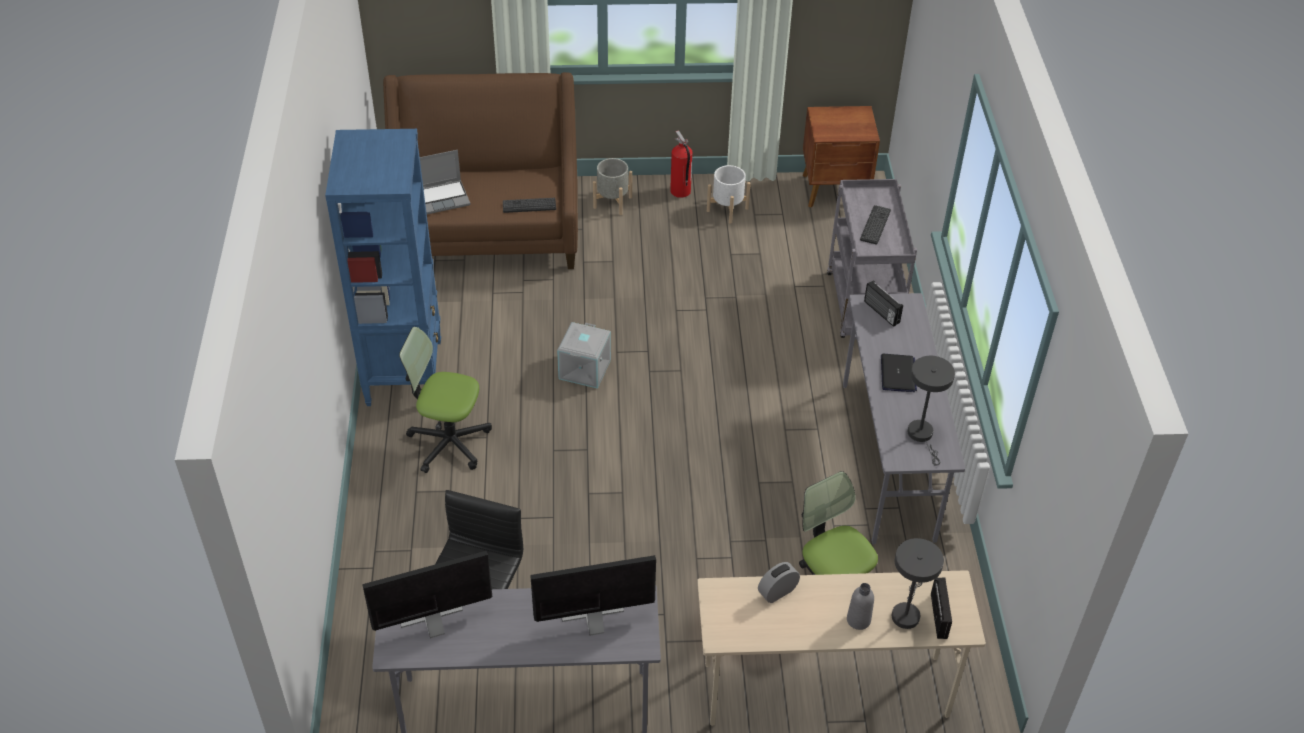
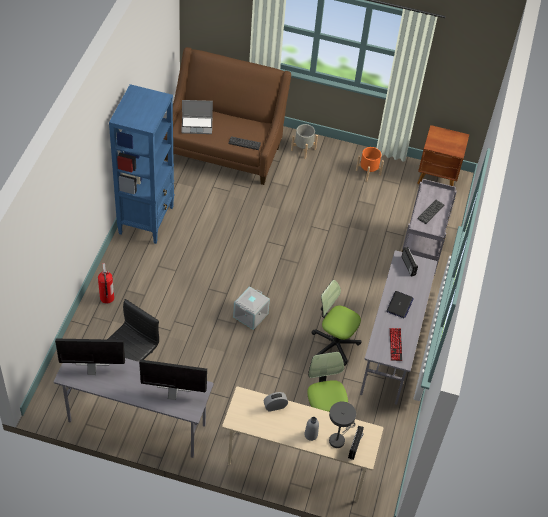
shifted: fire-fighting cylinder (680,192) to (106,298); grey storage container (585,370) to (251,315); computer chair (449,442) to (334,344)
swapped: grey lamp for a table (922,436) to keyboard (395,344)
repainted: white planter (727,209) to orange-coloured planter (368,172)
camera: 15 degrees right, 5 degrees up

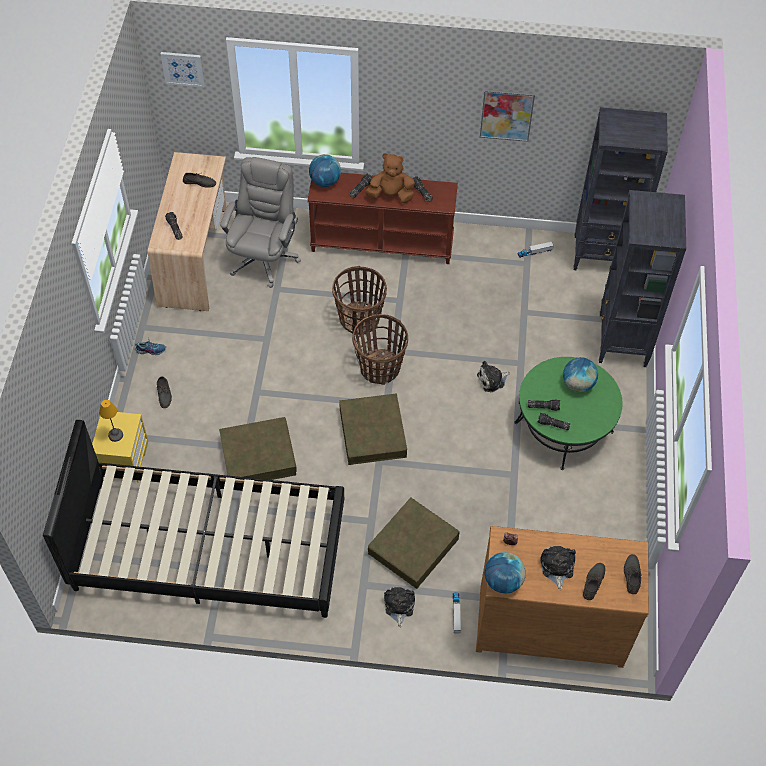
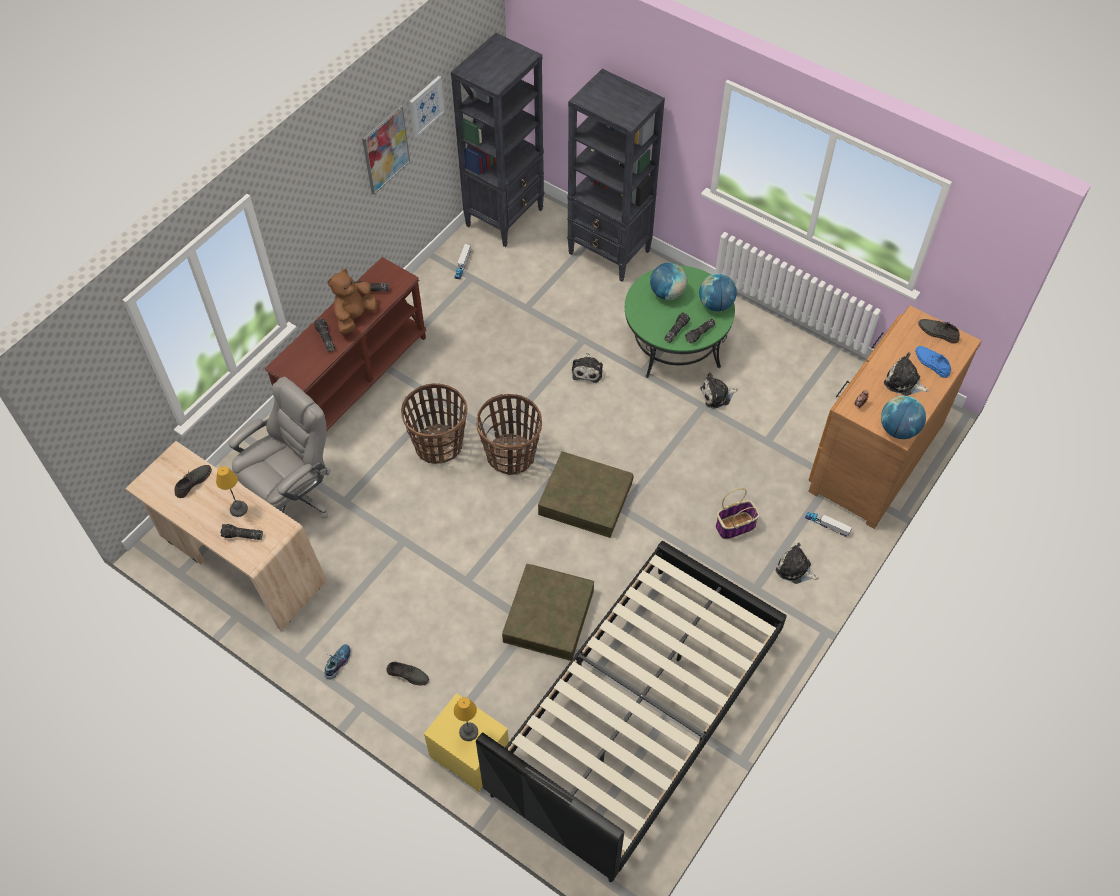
new: soft toy (717,395); lamp for a table (238,509)
shifted: picture (183,68) to (426,106); world globe (325,181) to (716,304)
swapped: brownish storage container (413,546) to household basket (735,525)
repainted: grey shoe (593,582) to blue-coloured shoe (931,363)
rotated: grey computer chair (264,257) = (293,494) 90 degrees clockwise
camera: 60 degrees left, 0 degrees up

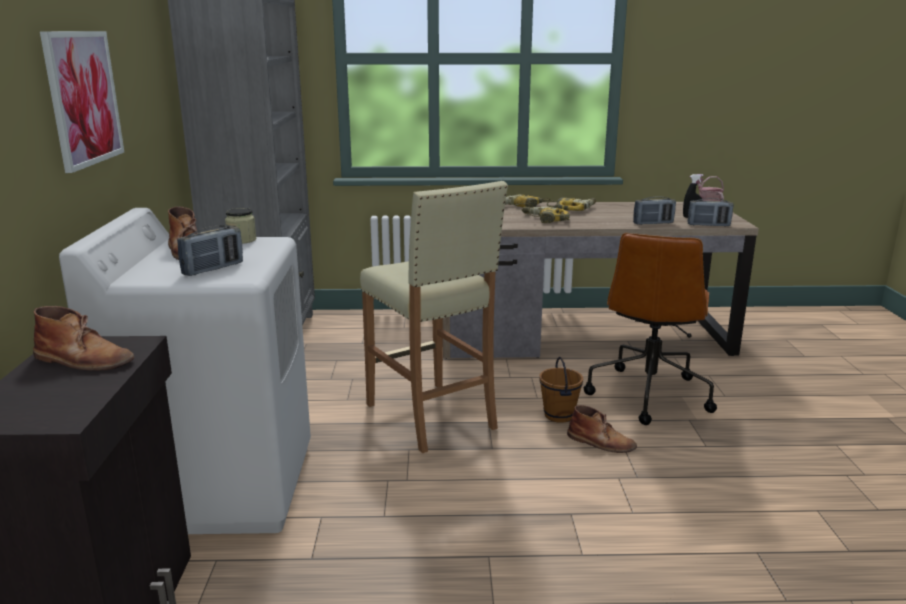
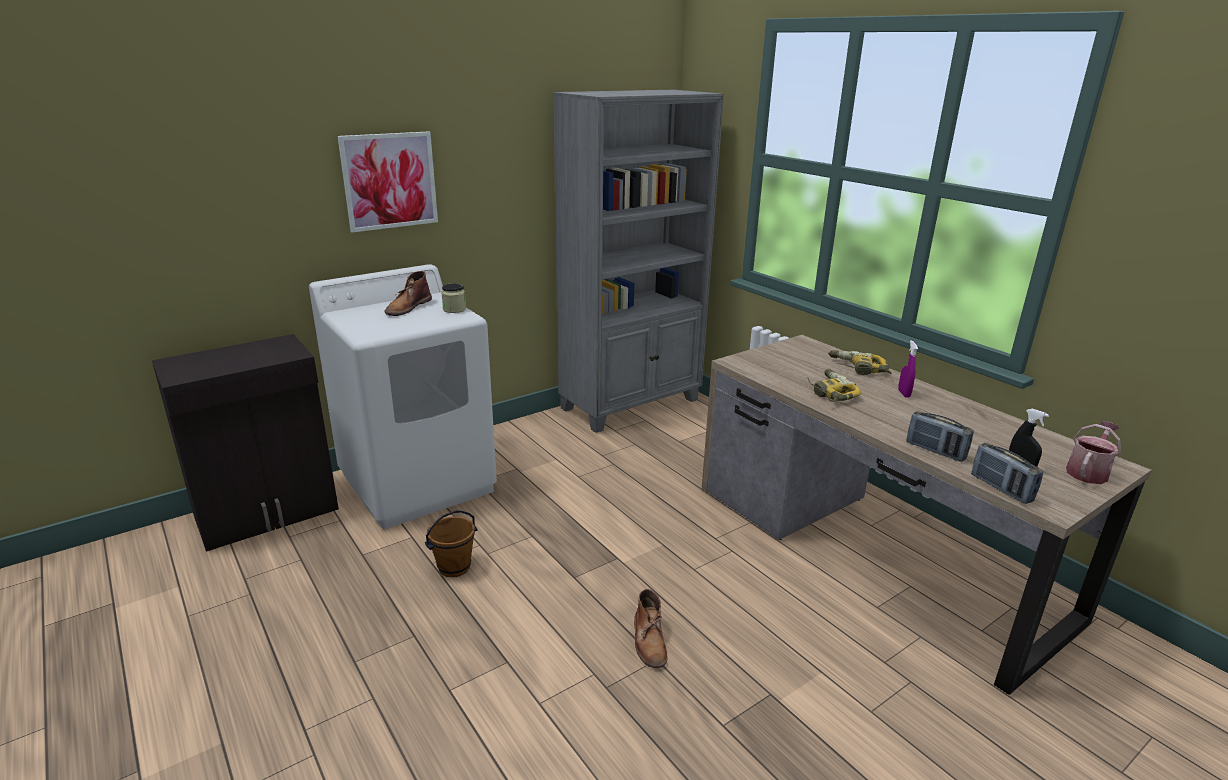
gone: beige-coloured stool (431,417); radio receiver (213,269); brownish computer chair (648,394); brownish high-top boot (84,360)
shifted: brownish bucket (559,415) to (454,568)
swapped: power drill (572,209) to purple-coloured spray bottle (904,393)
camera: 55 degrees right, 5 degrees up

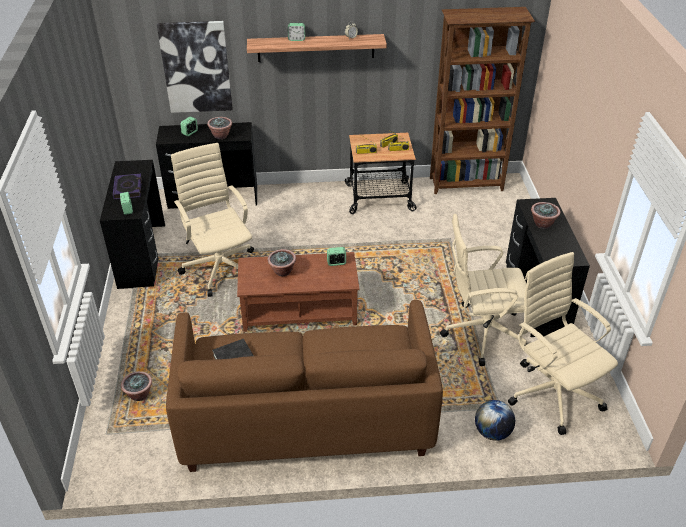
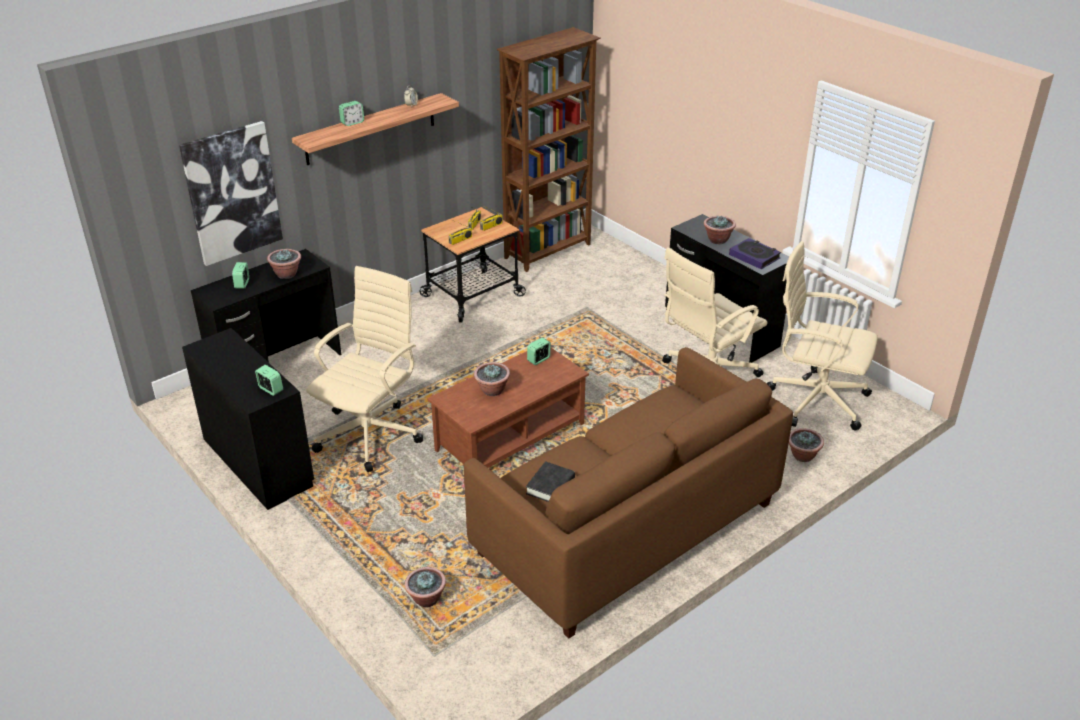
shifted: bound book (128,189) to (754,256)
swapped: world globe (492,432) to plant in a pot (802,456)
rotated: beige-coloured computer chair (220,267) = (371,433) 90 degrees clockwise
camera: 35 degrees left, 5 degrees down

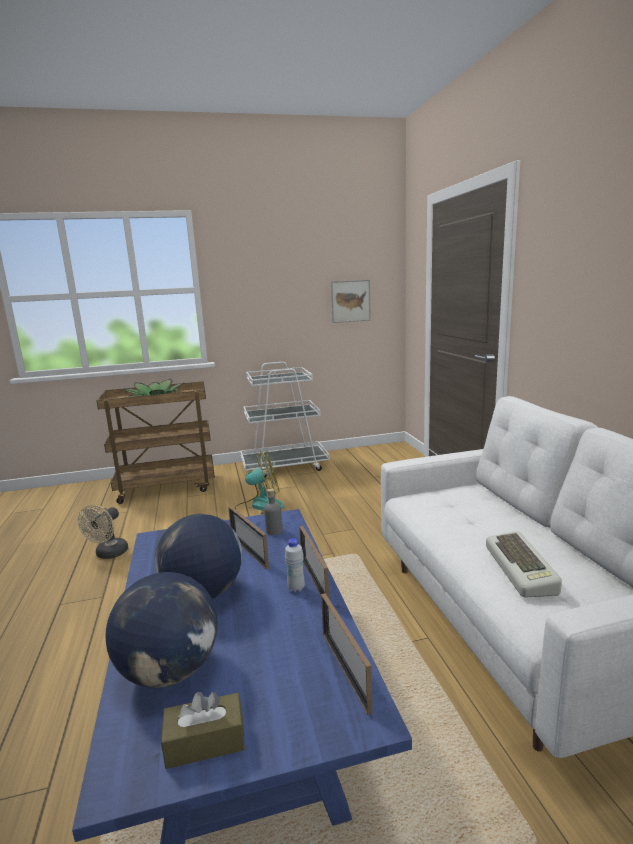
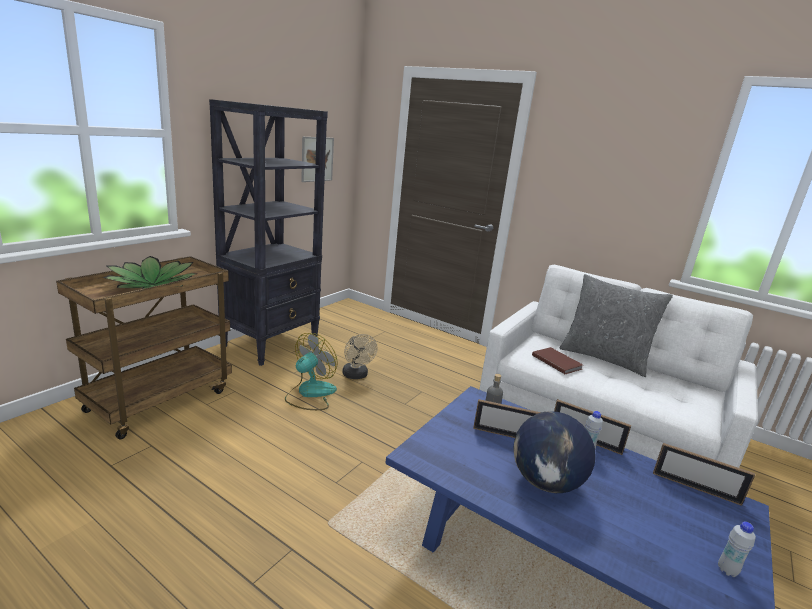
gone: keyboard (522,570); world globe (170,671)
new: grey throw pillow (604,358); brownish bound book (556,362)
shifted: beige-coloured cooling fan (109,554) to (356,376)
swapped: white cart (285,466) to black bookcase (271,343); brownish tissue box (205,742) to white beverage bottle (727,570)
camera: 45 degrees left, 5 degrees up

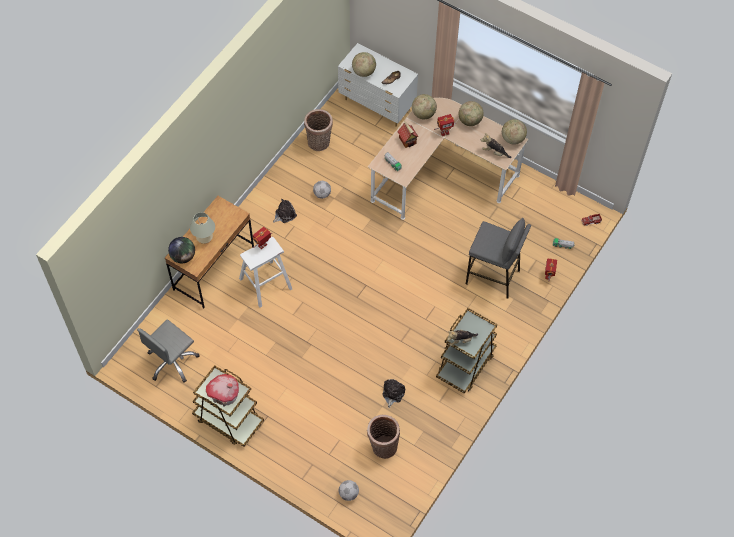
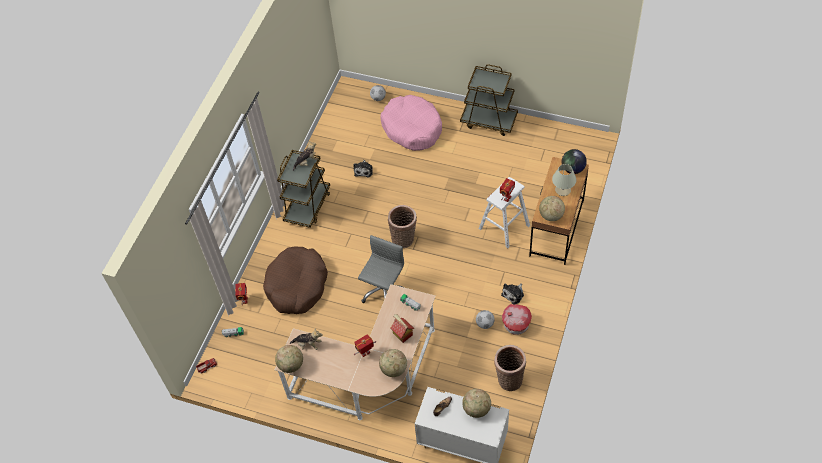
new: pink dog bed (412,128)
shifted: world globe (470,121) to (551,216); grey computer chair (172,362) to (384,291); model house (224,395) to (516,325); household basket (382,447) to (404,239)
swapped: grey stool (493,277) to brownish dog bed (297,286)
camera: 170 degrees right, 5 degrees down

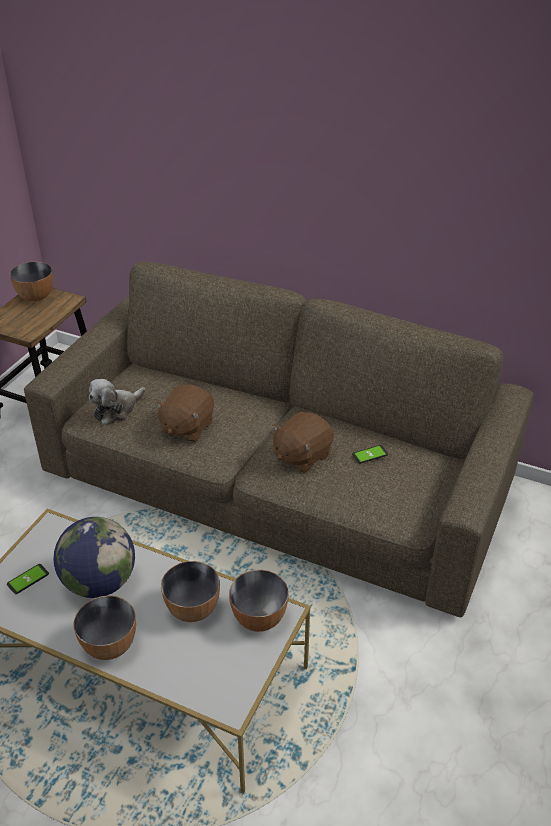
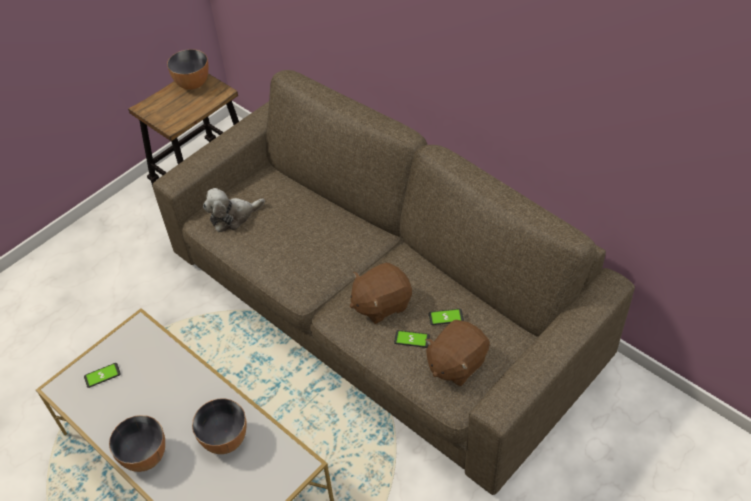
gone: world globe (99,582); serving bowl (259,619)
new: telephone (412,339)
shifted: brownish soft toy (187,427) to (456,363)
camera: 20 degrees right, 10 degrees up

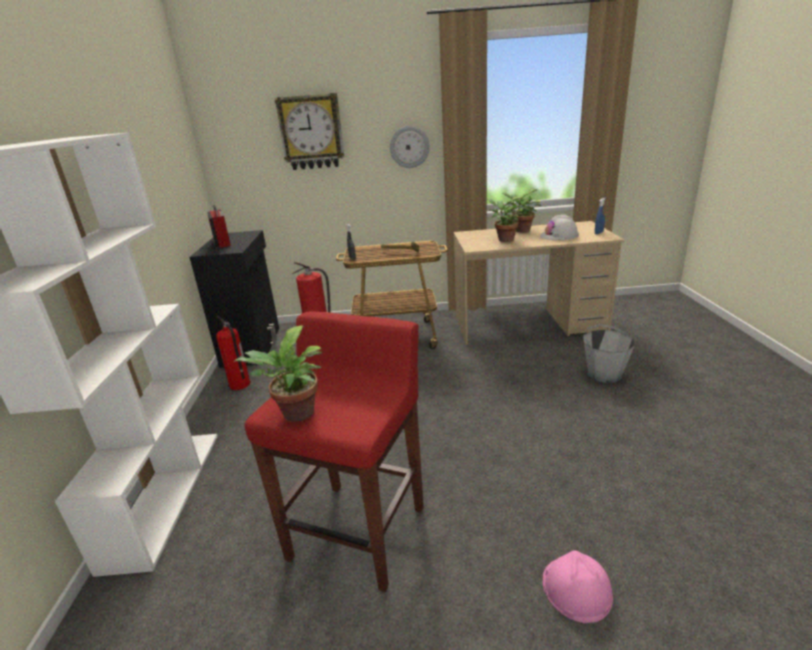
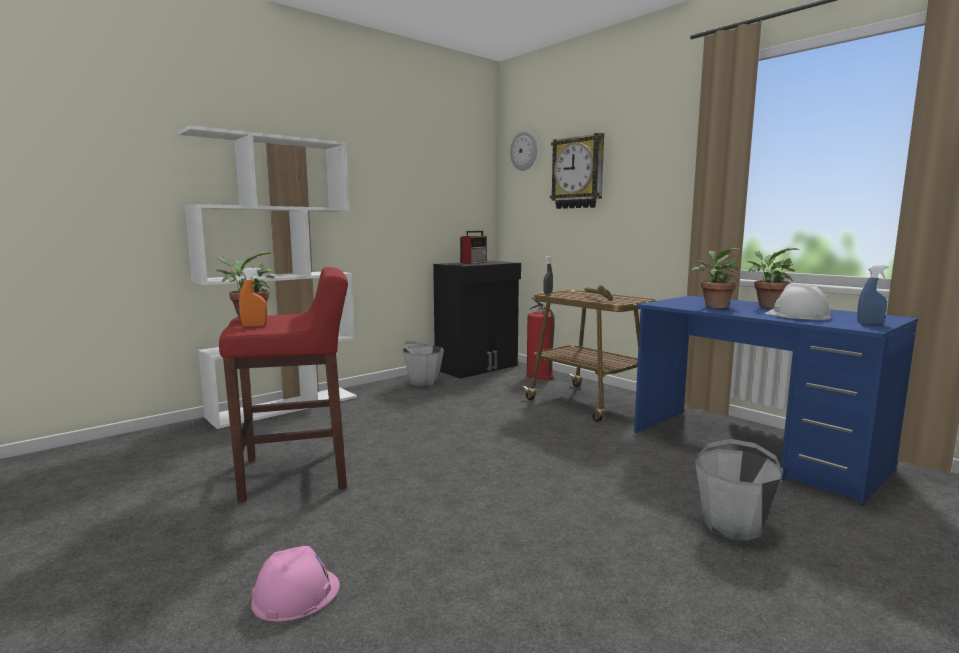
new: orange-coloured spray bottle (254,326)
shifted: hanging clock (409,147) to (524,151)
swapped: fire-fighting cylinder (240,384) to grey bucket (423,382)
repainted: beige-coloured desk table (528,325) to blue-coloured desk table (753,450)
camera: 50 degrees right, 15 degrees down

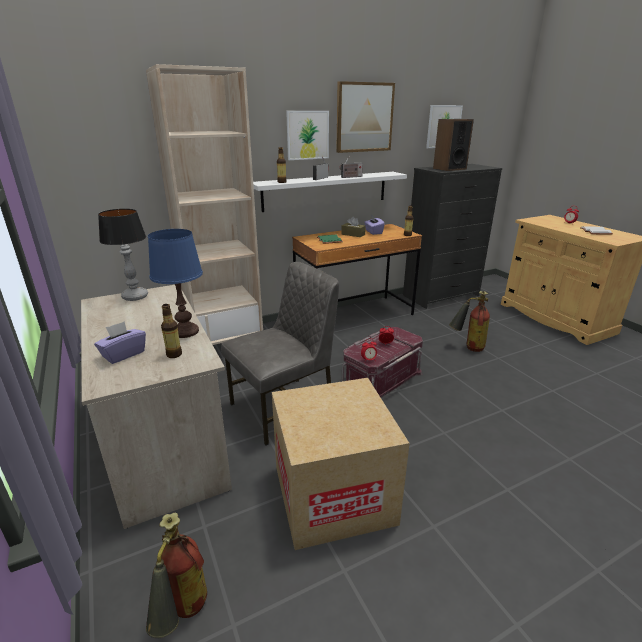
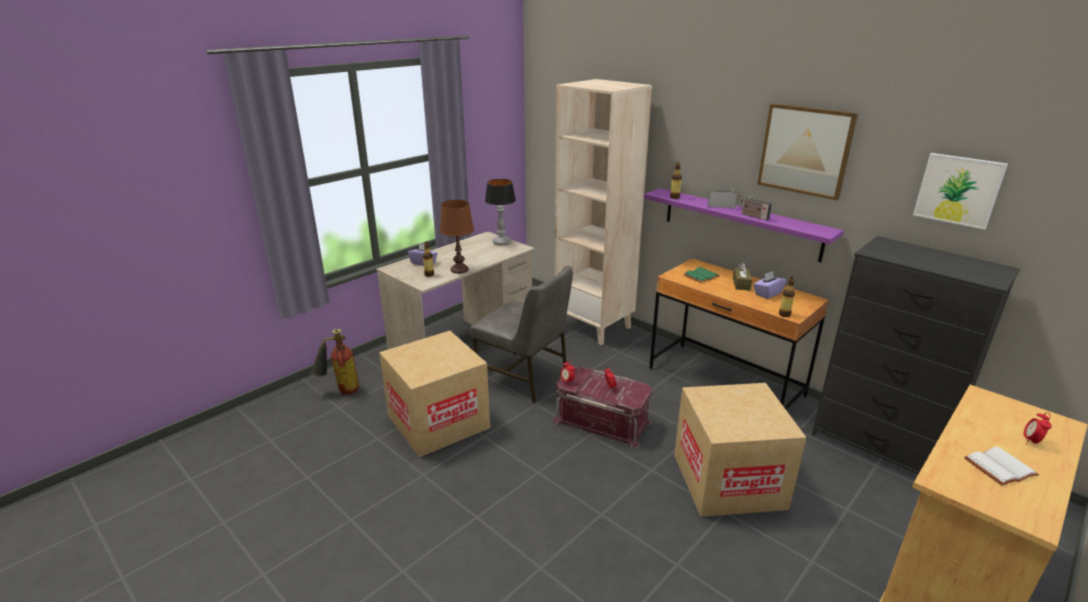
gone: picture (307,135); audio speaker (449,169)
swapped: fire-fighting cylinder (467,347) to carton (728,481)
repainted: white bracket shelf (326,191) to purple-coloured bracket shelf (740,223); blue-coloured lamp for a table (185,331) to brownish lamp for a table (459,270)
camera: 70 degrees right, 0 degrees up

